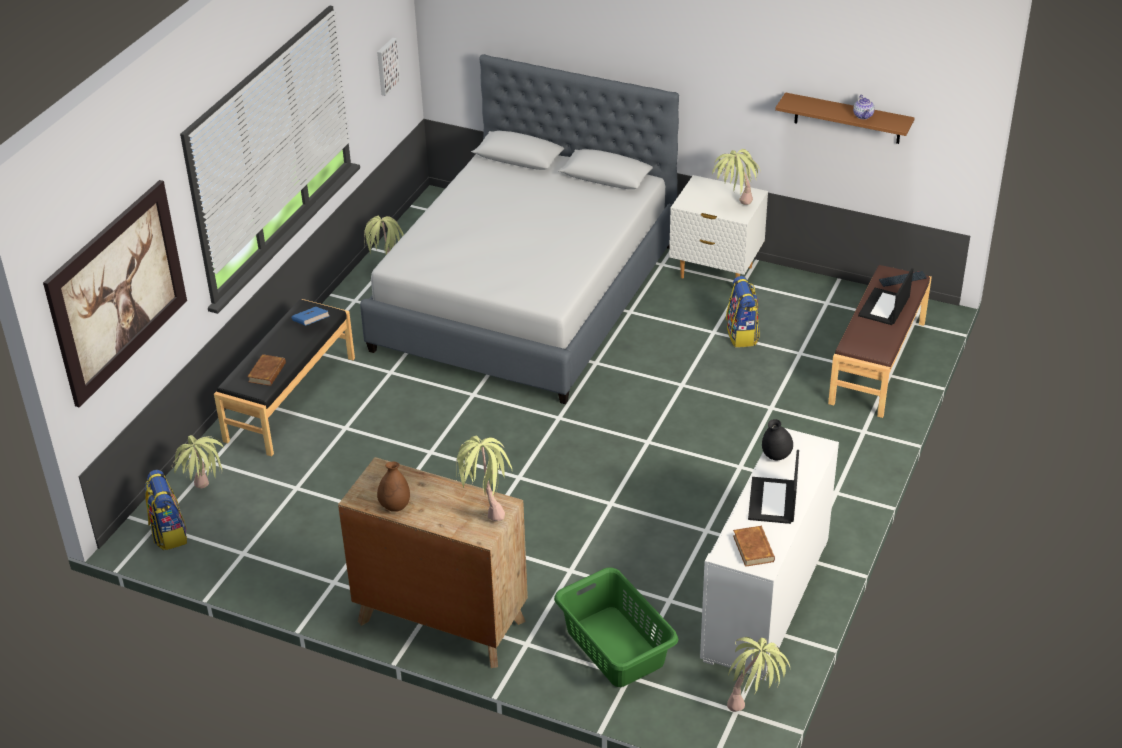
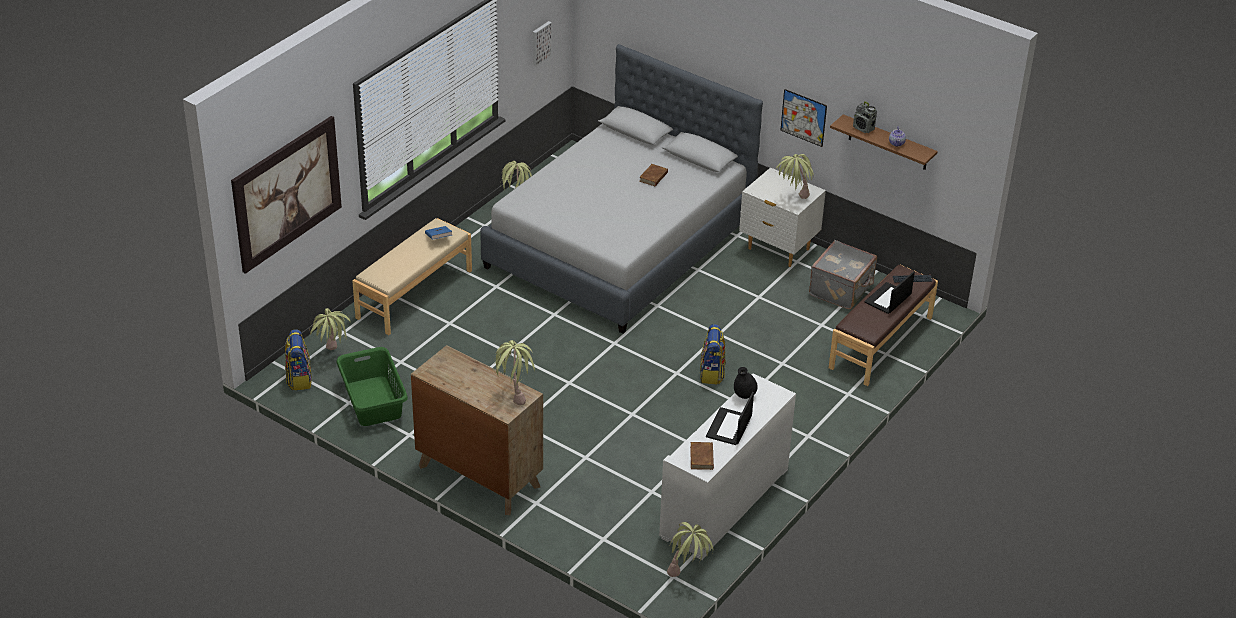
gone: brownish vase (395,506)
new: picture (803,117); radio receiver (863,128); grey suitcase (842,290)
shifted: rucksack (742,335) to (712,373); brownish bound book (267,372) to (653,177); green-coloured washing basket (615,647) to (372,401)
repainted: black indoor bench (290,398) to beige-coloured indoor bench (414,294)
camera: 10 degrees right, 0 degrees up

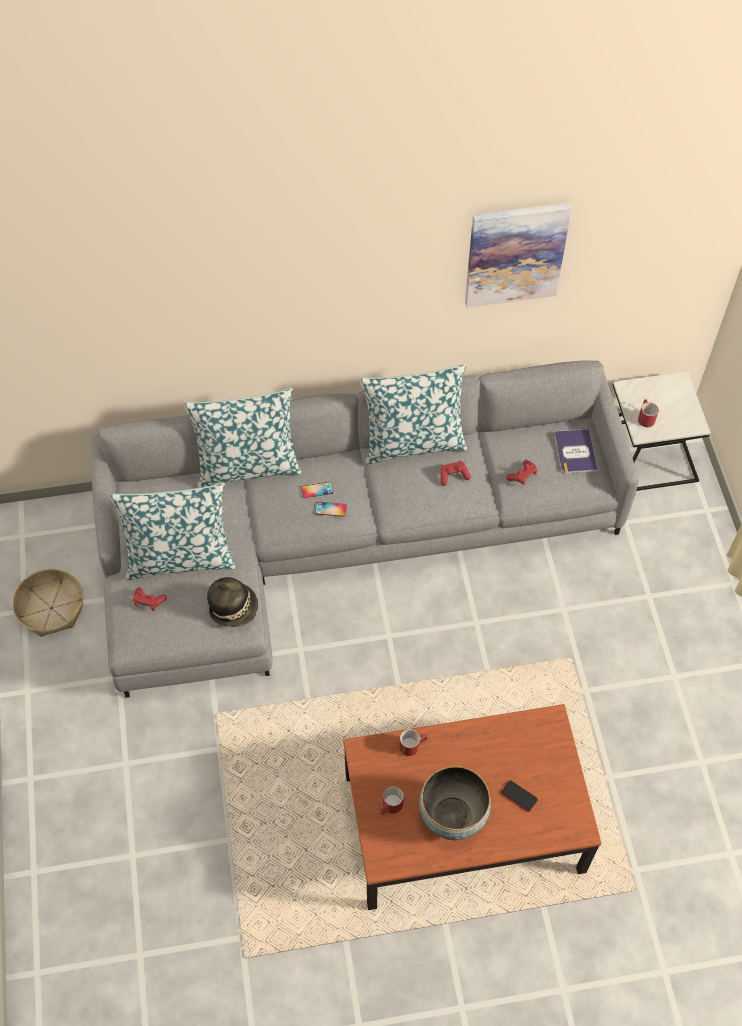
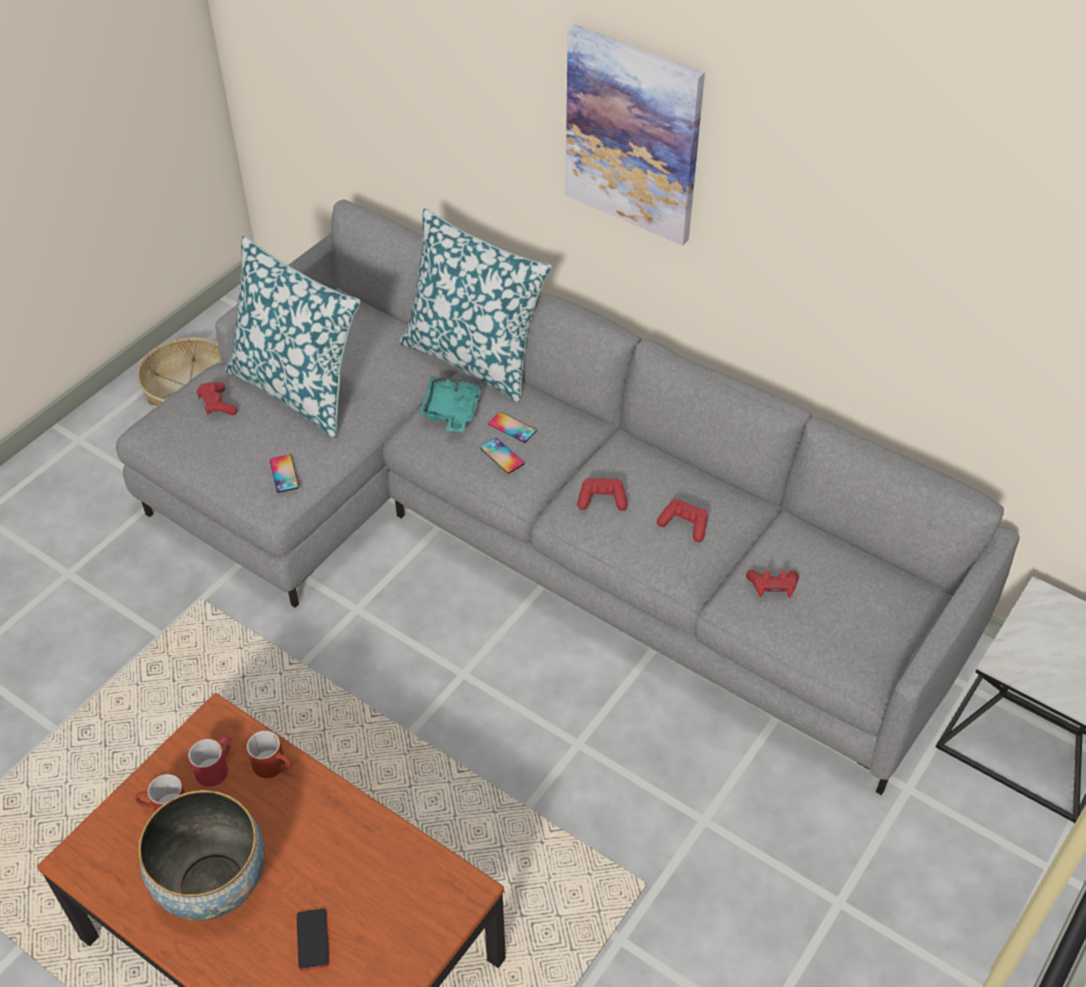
gone: throw pillow (413,442); bound book (575,452)
new: turquoise-coloured carrying tray (451,411); reddish game controller (602,500)
shifted: picture (515,254) to (633,135); reddish tea mug (644,417) to (215,766)
swapped: hat (234,608) to telephone (284,474)
camera: 45 degrees right, 10 degrees down

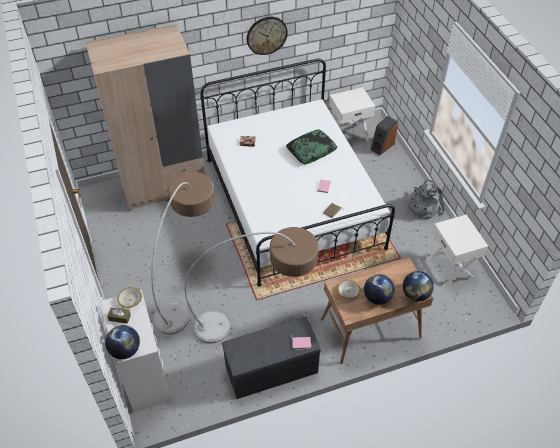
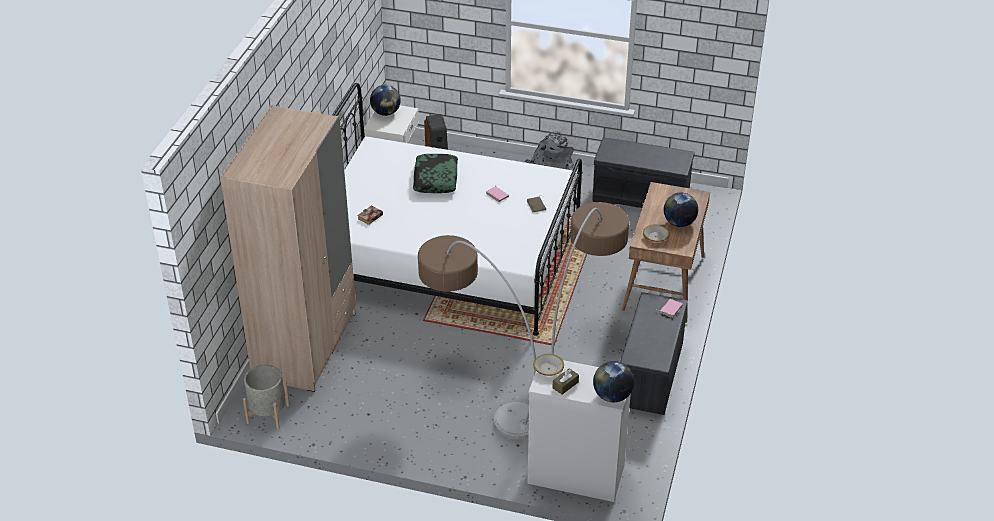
gone: hanging clock (266,35)
new: grey planter (268,414)
shifted: world globe (415,294) to (386,113)
swapped: white nightstand (450,267) to grey indoor bench (642,196)
camera: 55 degrees left, 10 degrees down

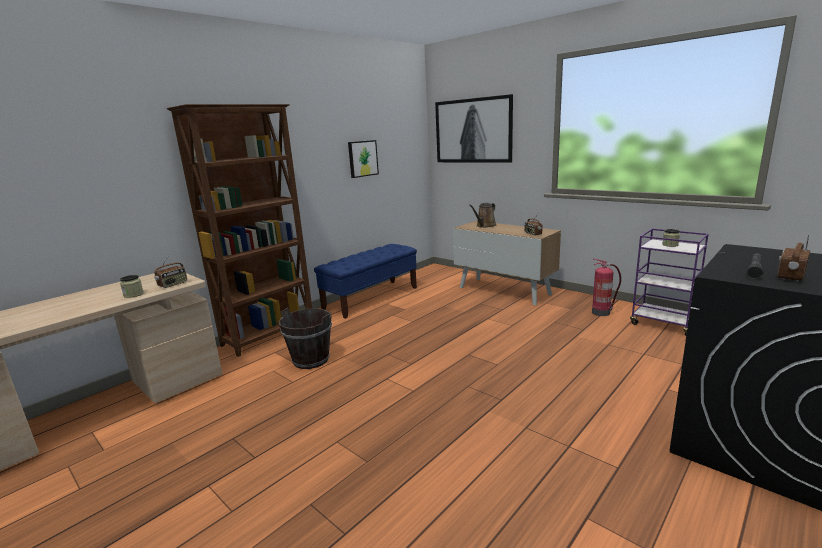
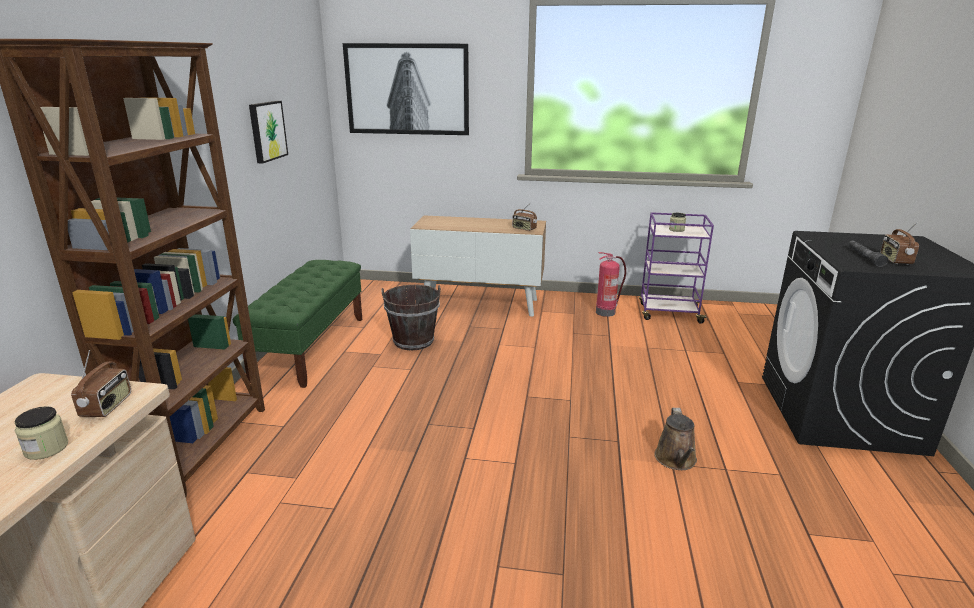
shifted: brownish watering can (485,226) to (676,460); brownish bucket (310,360) to (413,341)
repainted: blue-coloured indoor bench (371,298) to green-coloured indoor bench (311,347)
camera: 35 degrees left, 5 degrees up

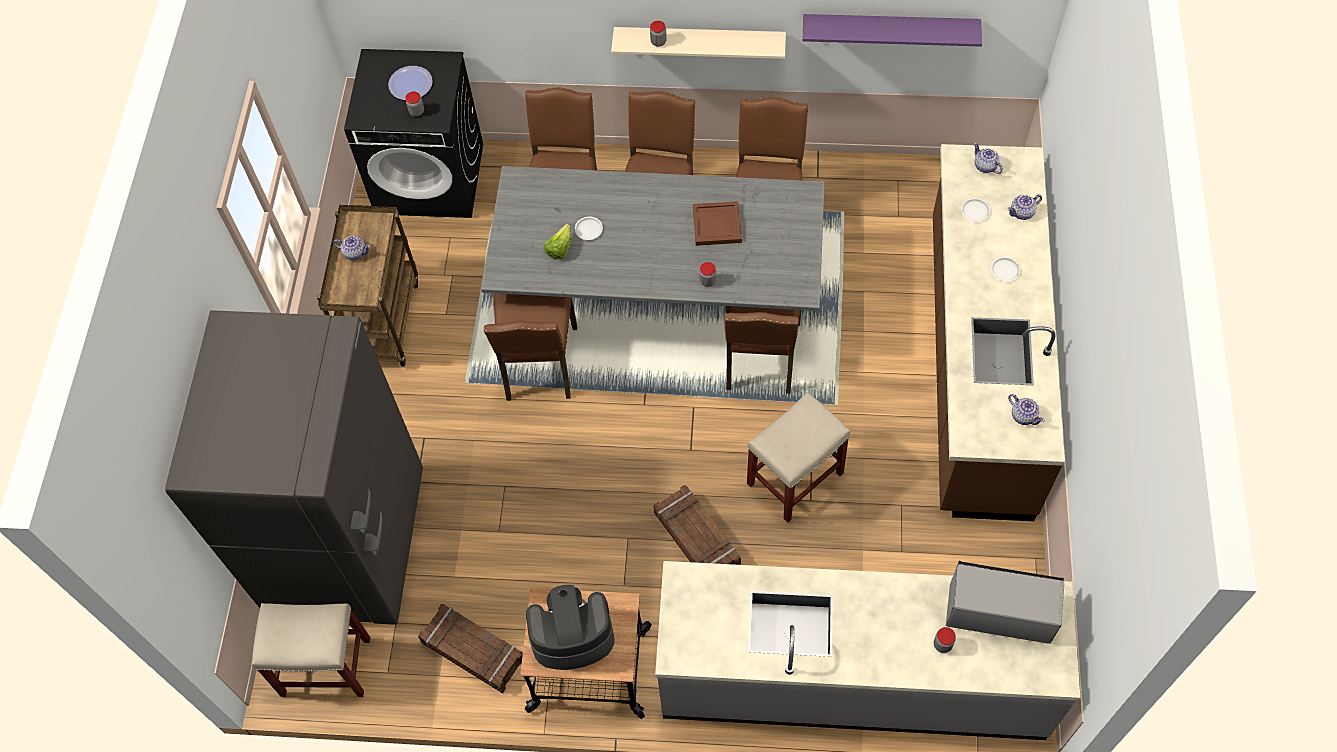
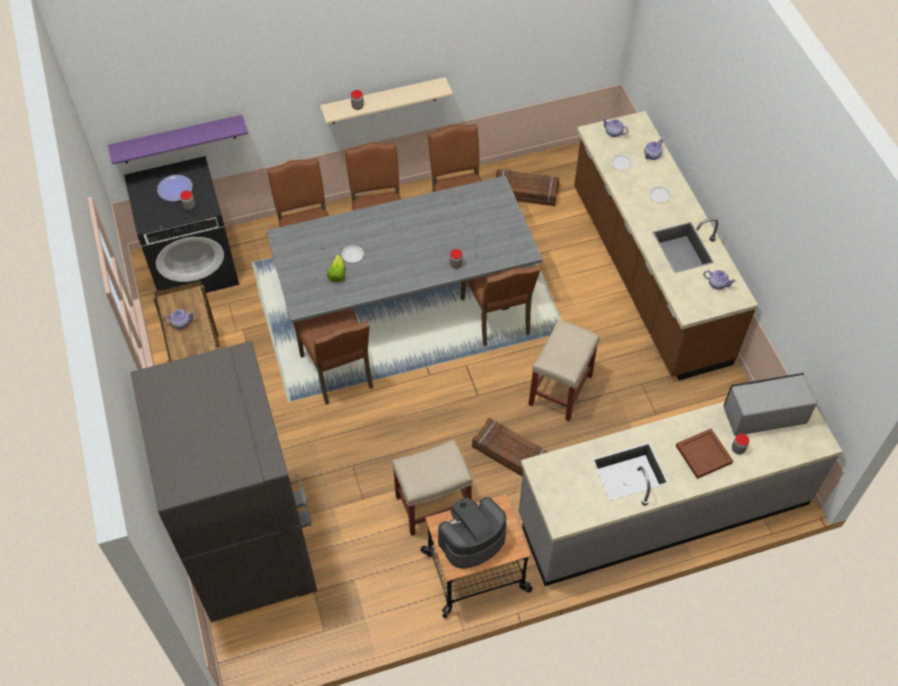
shifted: purple-coloured bracket shelf (889,29) to (178,139); brownish carrying tray (716,224) to (702,454); beige-coloured stool (324,667) to (432,506); packing crate (473,652) to (525,193)
camera: 25 degrees left, 5 degrees down

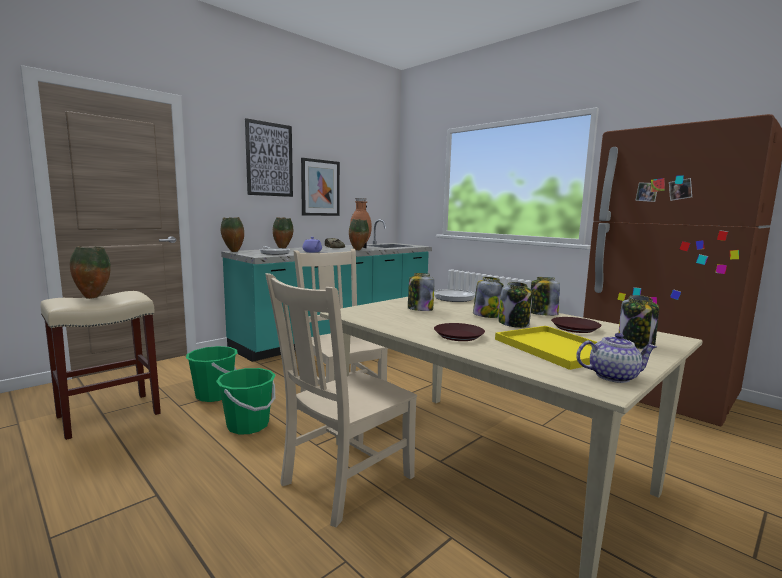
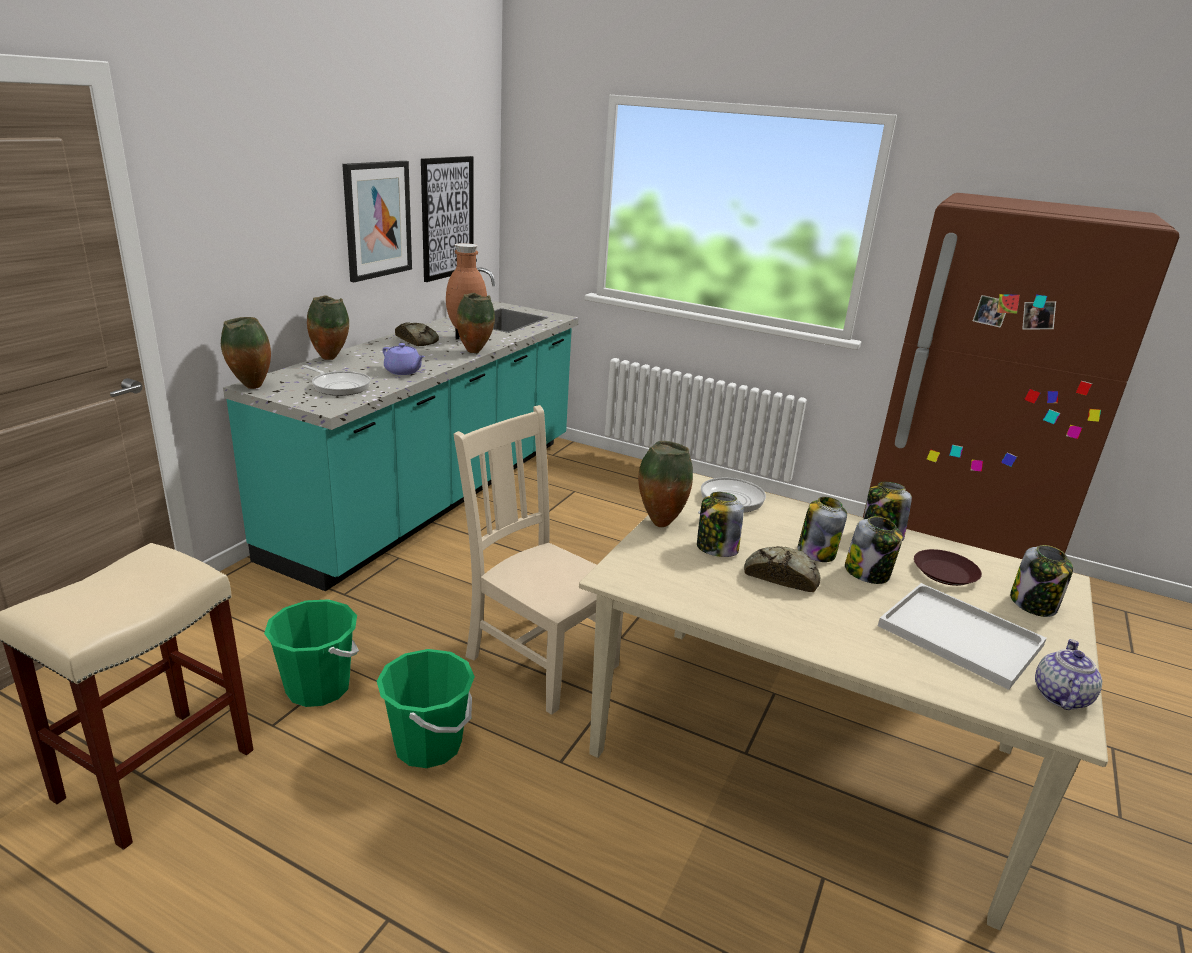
gone: beige-coloured upright chair (344,482); brownish plate (459,336)
new: bakery bread (781,575)
shifted: picture (269,159) to (447,218); vase (93,297) to (659,523)
repainted: yellowish carrying tray (558,348) to white carrying tray (963,636)
rotated: teapot (613,376) = (1060,696) 45 degrees counterclockwise
camera: 20 degrees left, 15 degrees up

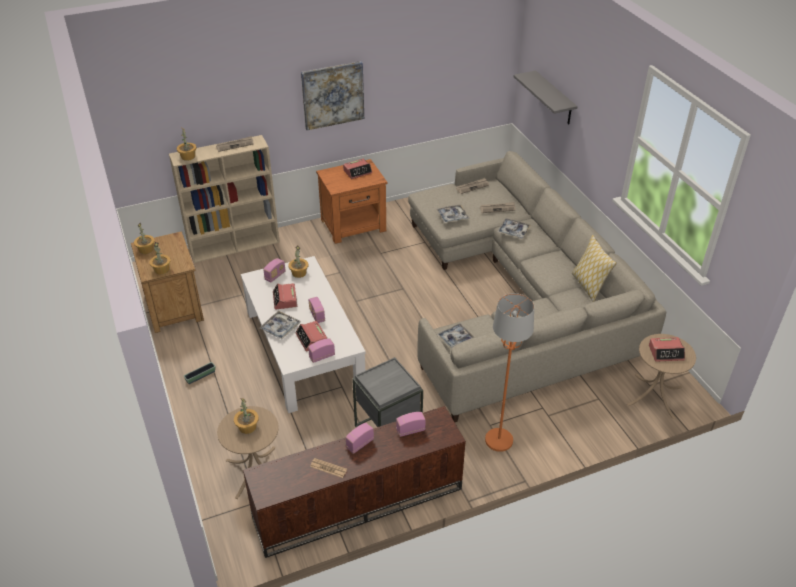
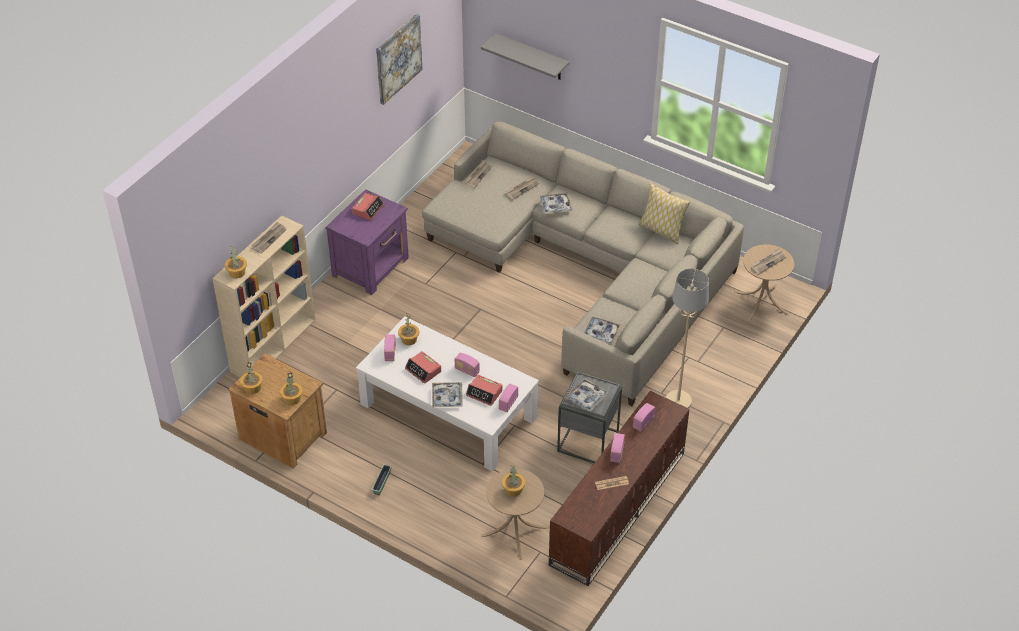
shifted: picture (333,95) to (398,58); carrying tray (452,216) to (586,398)
swapped: table clock (666,352) to newspaper (768,262)
repainted: orange-coloured nightstand (354,225) to purple-coloured nightstand (371,266); orange-coloured floor lamp (499,440) to beige-coloured floor lamp (678,401)
camera: 35 degrees left, 5 degrees up

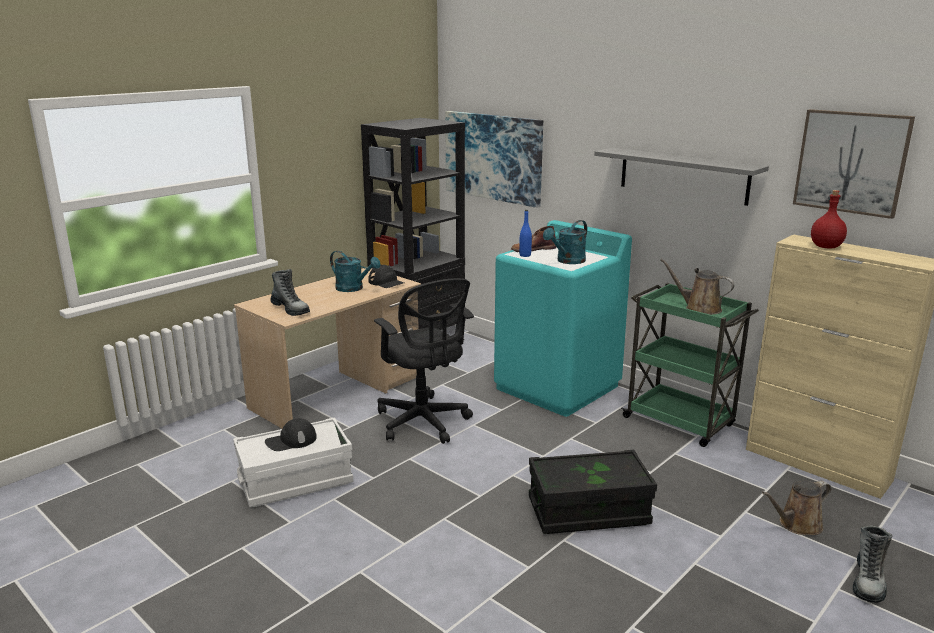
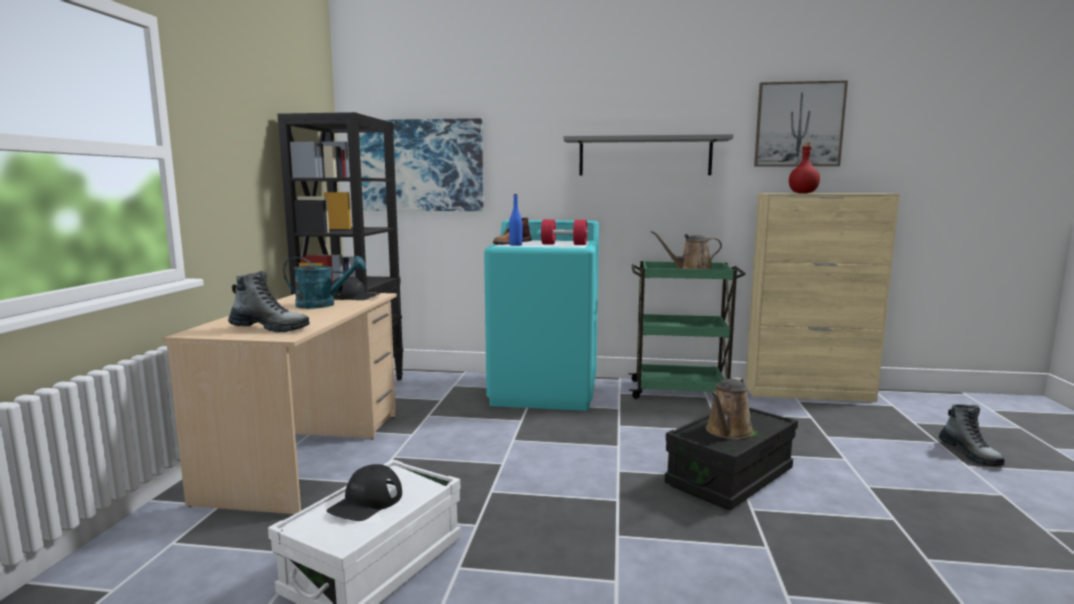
gone: black computer chair (424,423)
shifted: brownish watering can (797,525) to (728,432)
swapped: turquoise-coloured watering can (567,261) to reddish dumbbell (564,244)
camera: 35 degrees left, 10 degrees down

